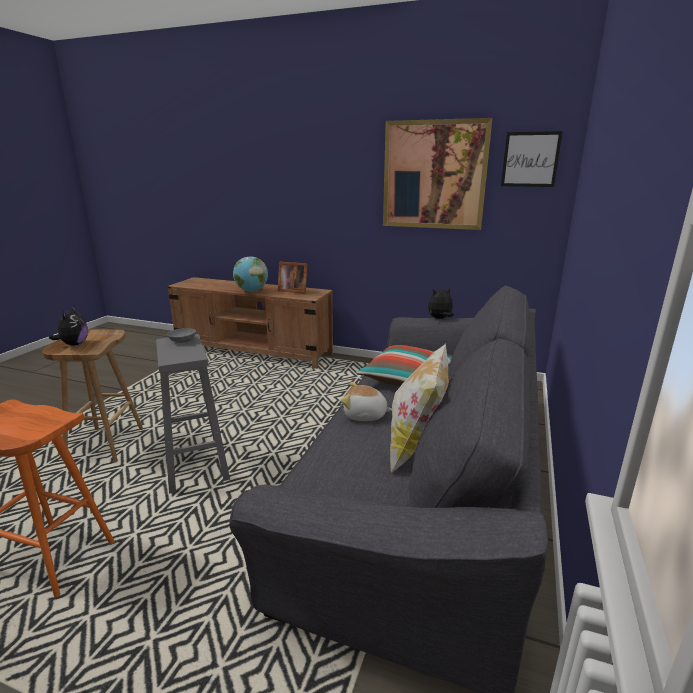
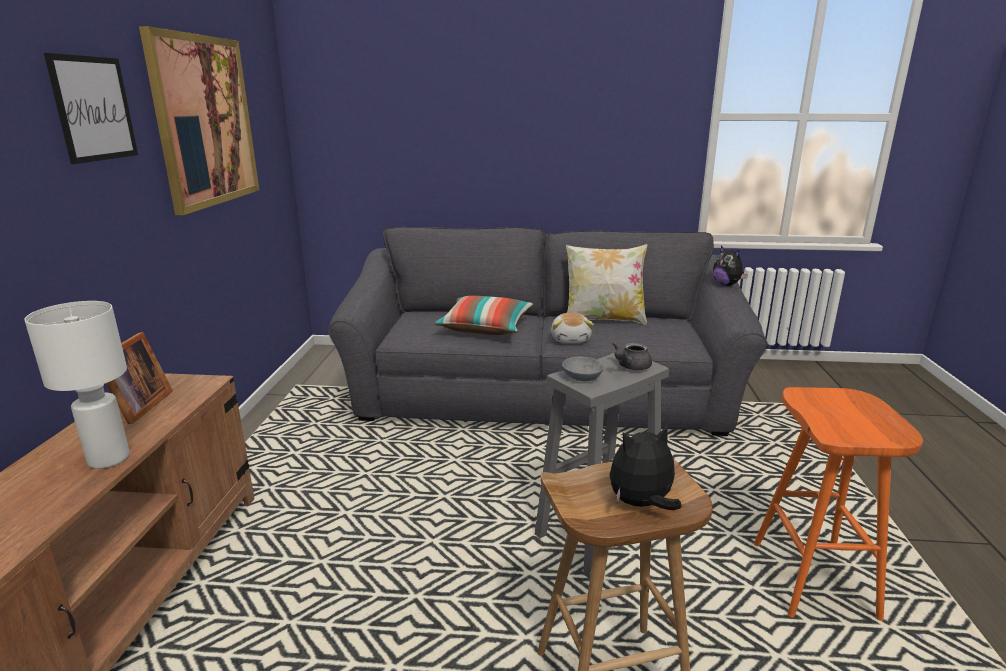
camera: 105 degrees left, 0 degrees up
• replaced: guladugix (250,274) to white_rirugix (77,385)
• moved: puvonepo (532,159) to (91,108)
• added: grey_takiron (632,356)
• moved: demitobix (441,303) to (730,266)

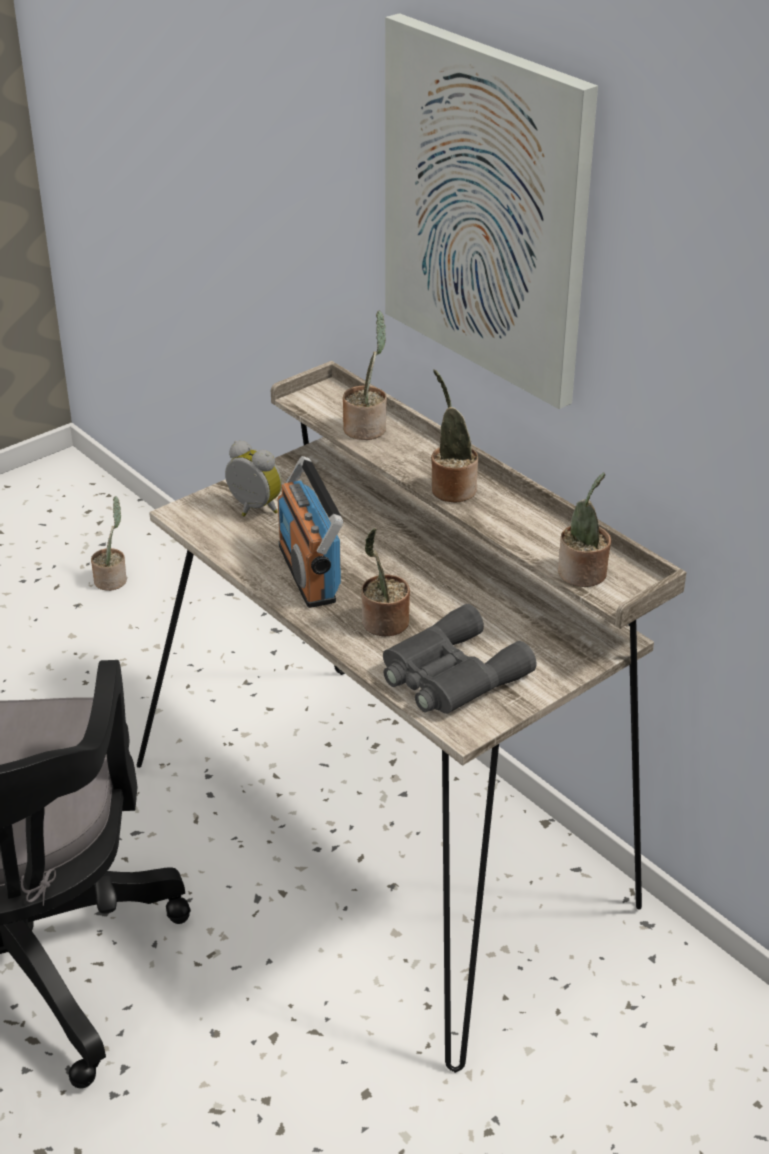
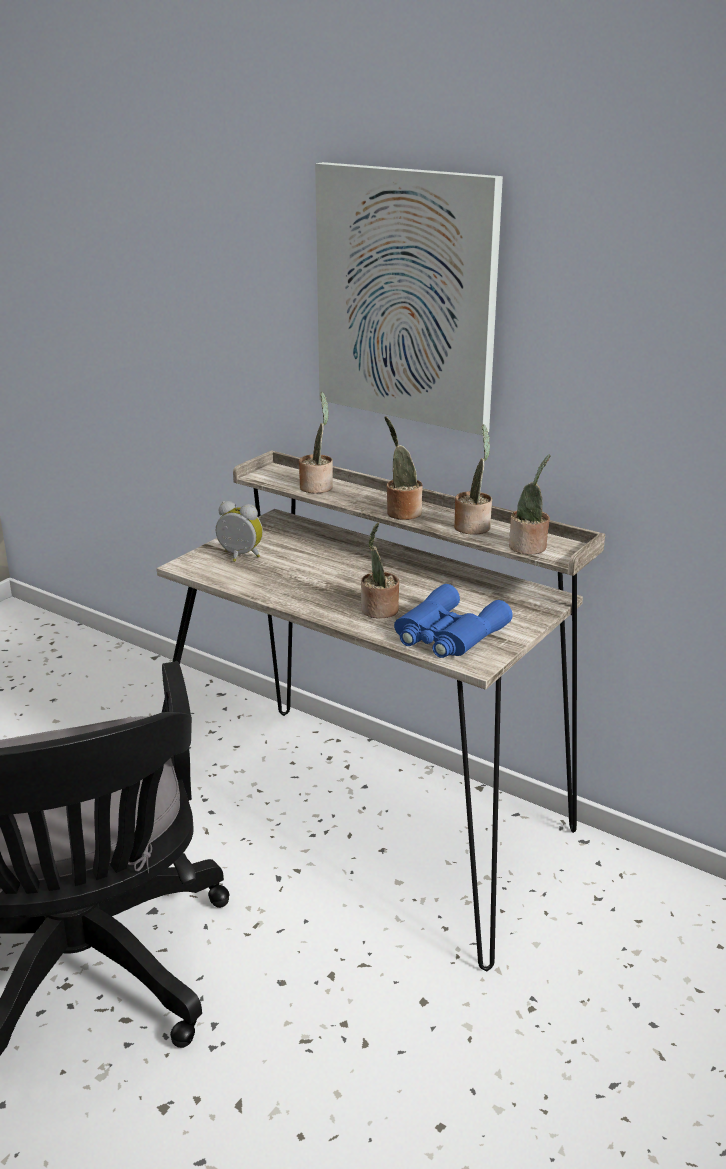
camera: 15 degrees left, 10 degrees down
• recoloured: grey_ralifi (459,659) to blue_ralifi (453,621)
• moved: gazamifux (109,543) to (473,479)
• removed: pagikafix (310,532)

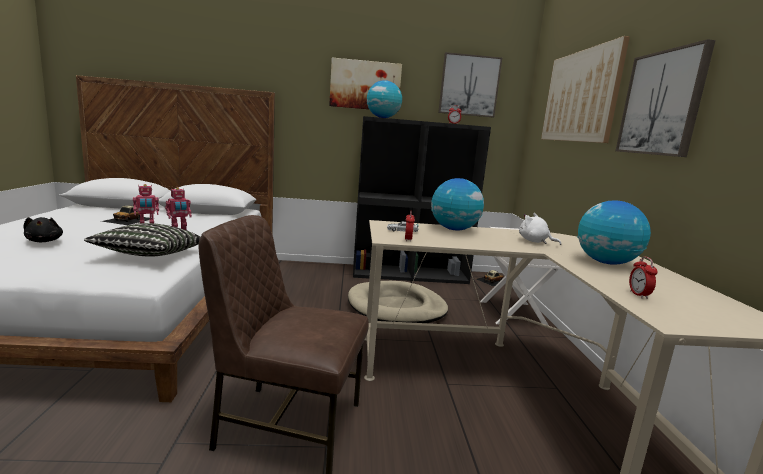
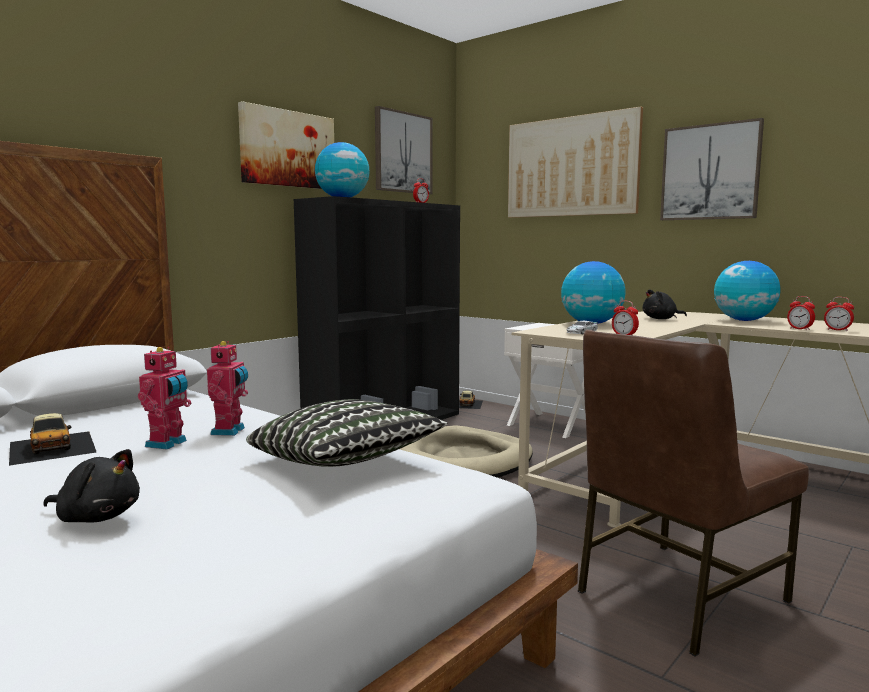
camera: 45 degrees left, 5 degrees down
• recoloured: white_demitobix (540,229) to black_demitobix (665,304)
• added: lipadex (801,313)

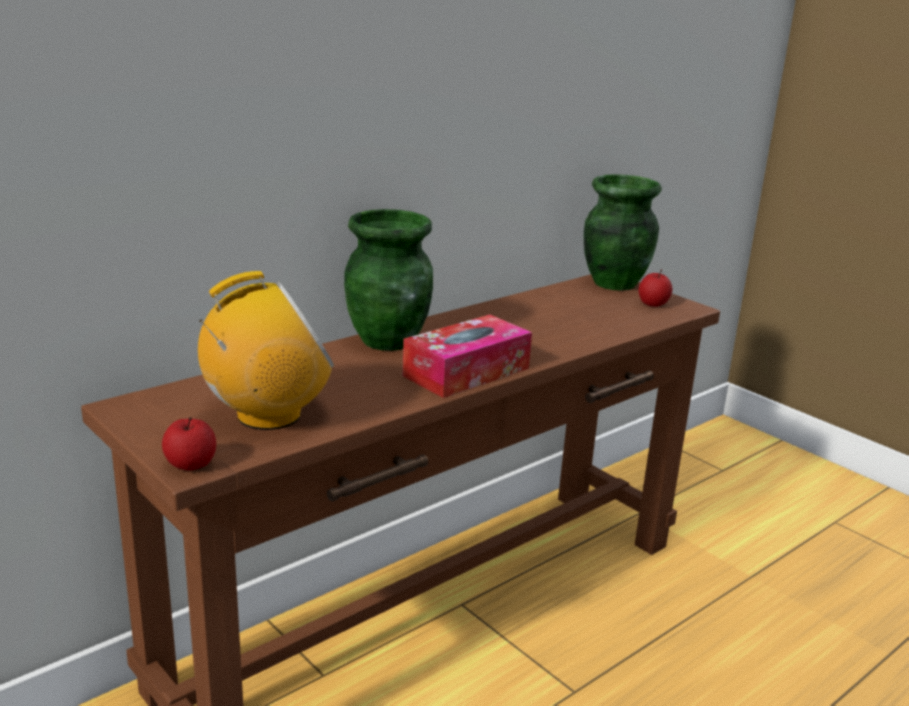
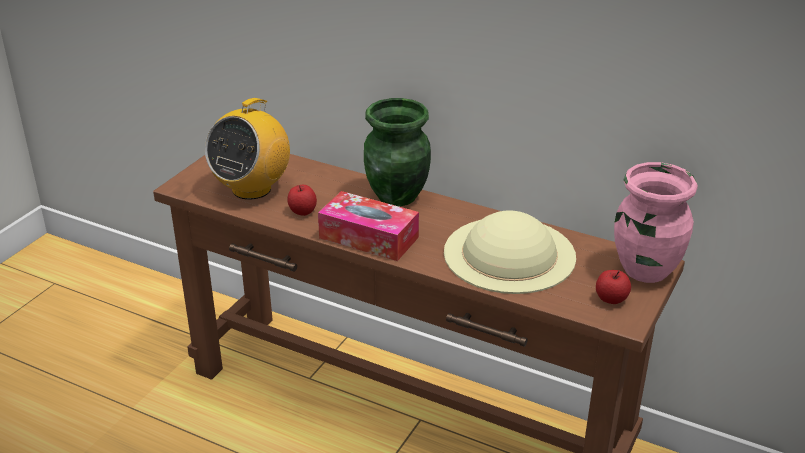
camera: 70 degrees right, 10 degrees up
• turned: pagikafix (266,350) = (247,149) 75 degrees clockwise
• moved: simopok (189,444) to (302,200)
• added: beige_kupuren (510,252)
• recoloured: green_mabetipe (623,232) to pink_mabetipe (656,222)

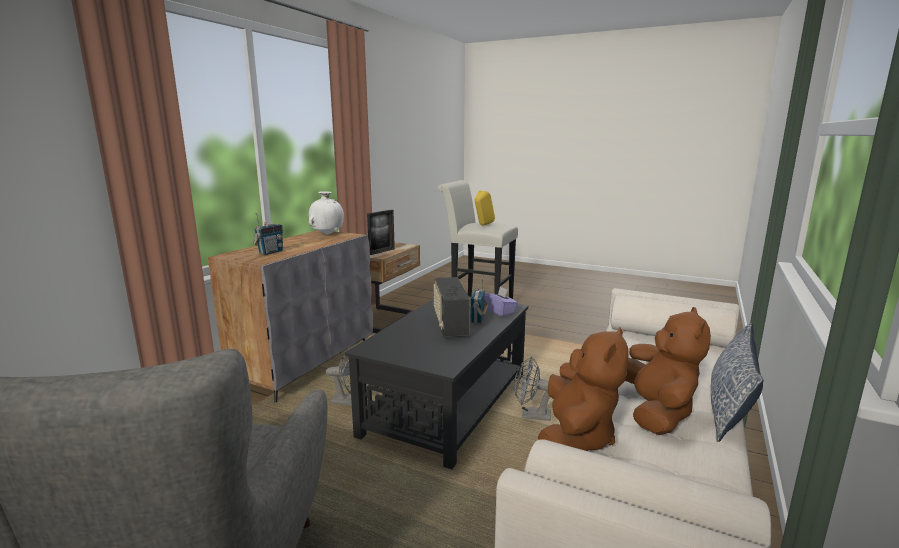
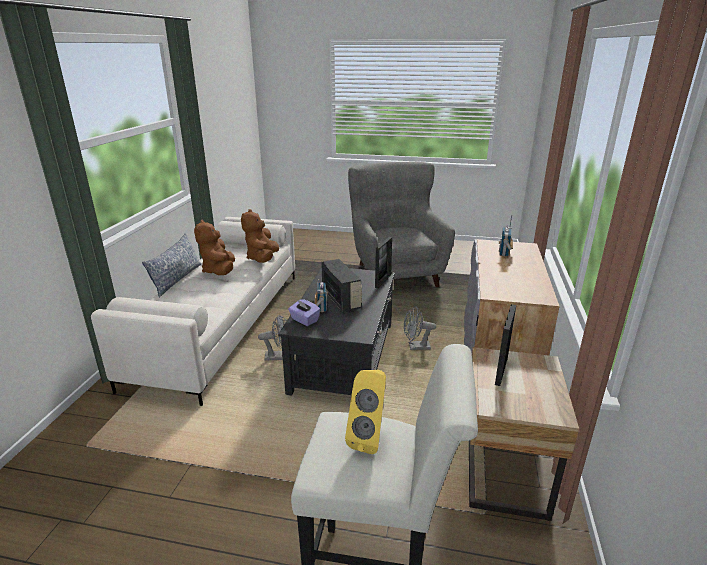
camera: 165 degrees right, 10 degrees up
• added: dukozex (383,263)
• removed: white_mabetipe (326,213)

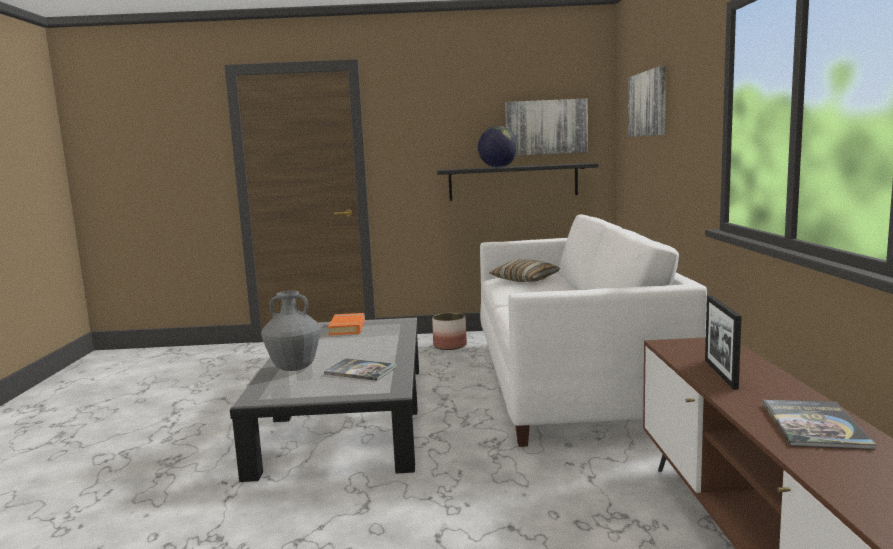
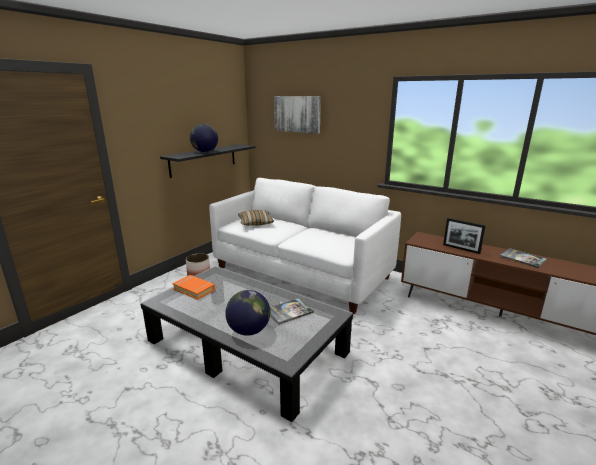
camera: 55 degrees left, 10 degrees up
• replaced: grey_mabetipe (291,331) to guladugix (247,313)
• removed: puvonepo (546,127)

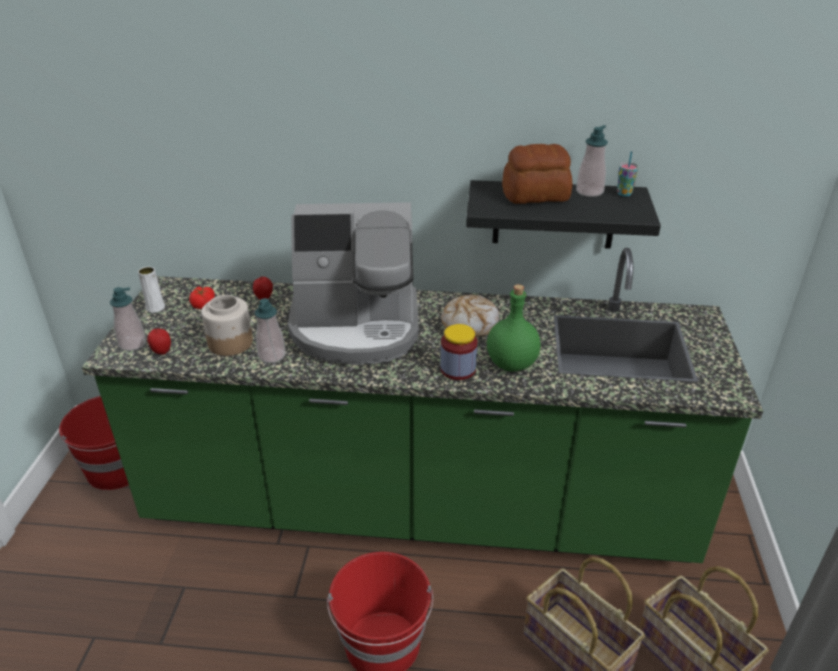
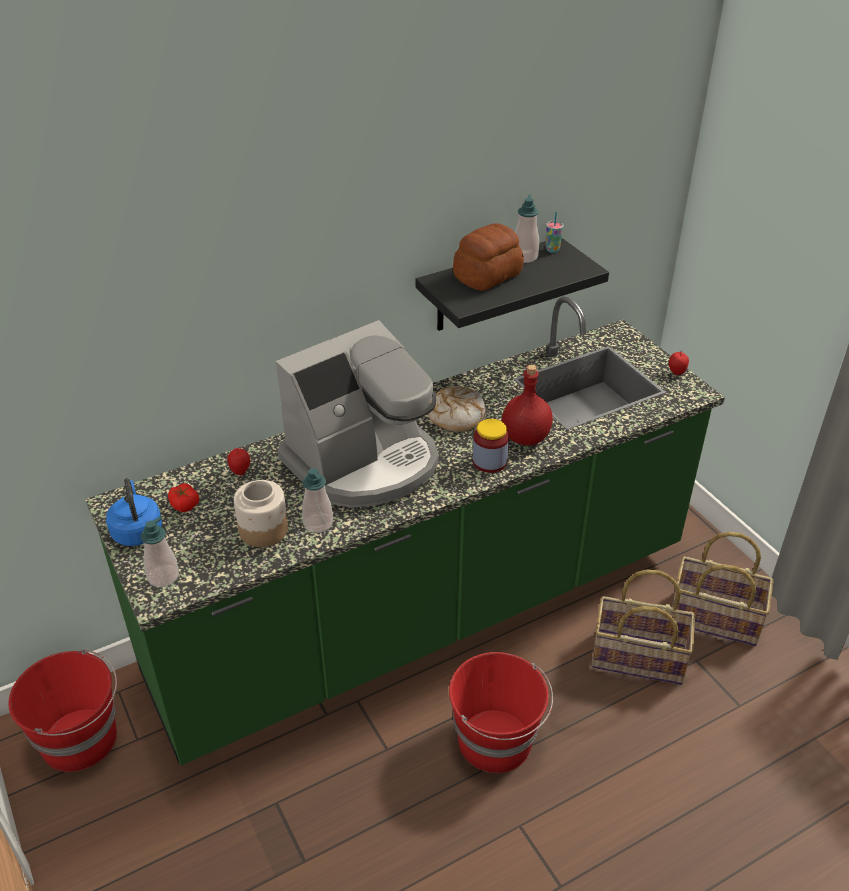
camera: 35 degrees left, 5 degrees up
• replaced: white_mabetipe (151,290) to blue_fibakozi (134,512)
• recoloured: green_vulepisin (514,328) to red_vulepisin (527,405)
• moved: simopok (159,340) to (679,362)

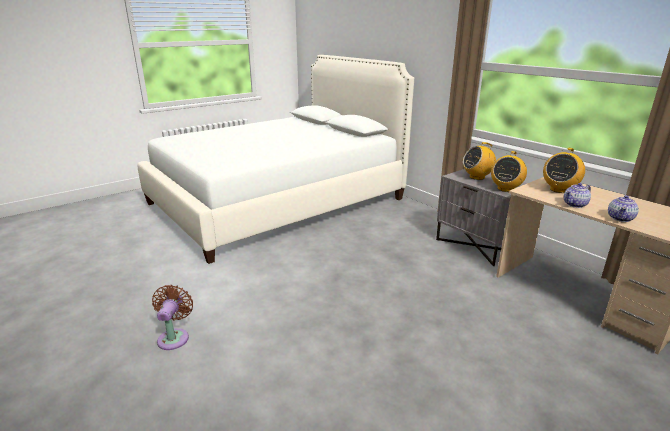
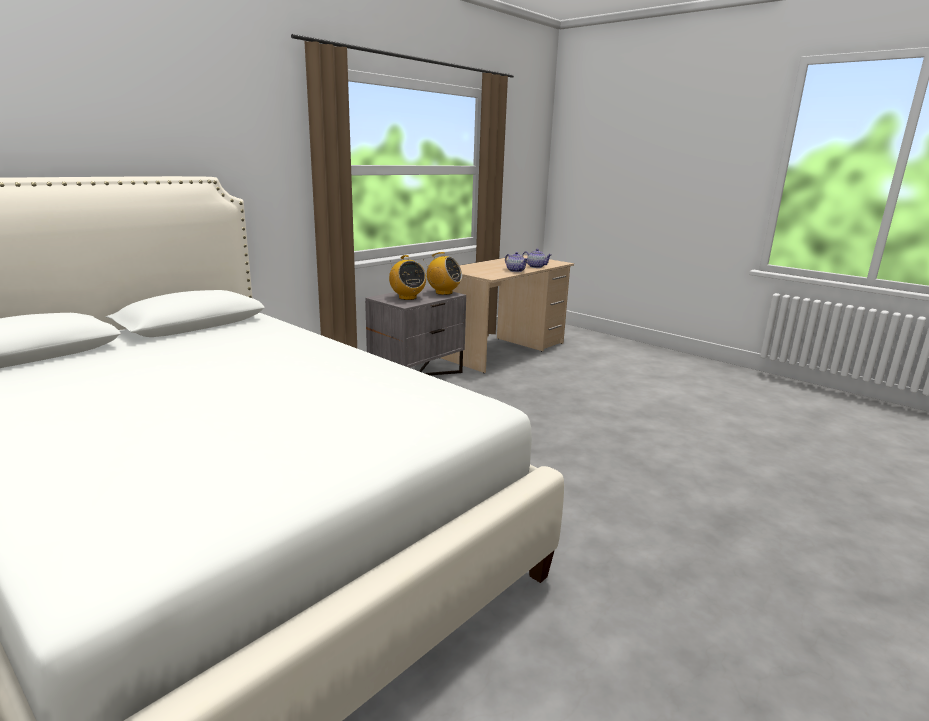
camera: 100 degrees left, 5 degrees down
• removed: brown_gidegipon (172,317)
• removed: pagikafix (564,170)

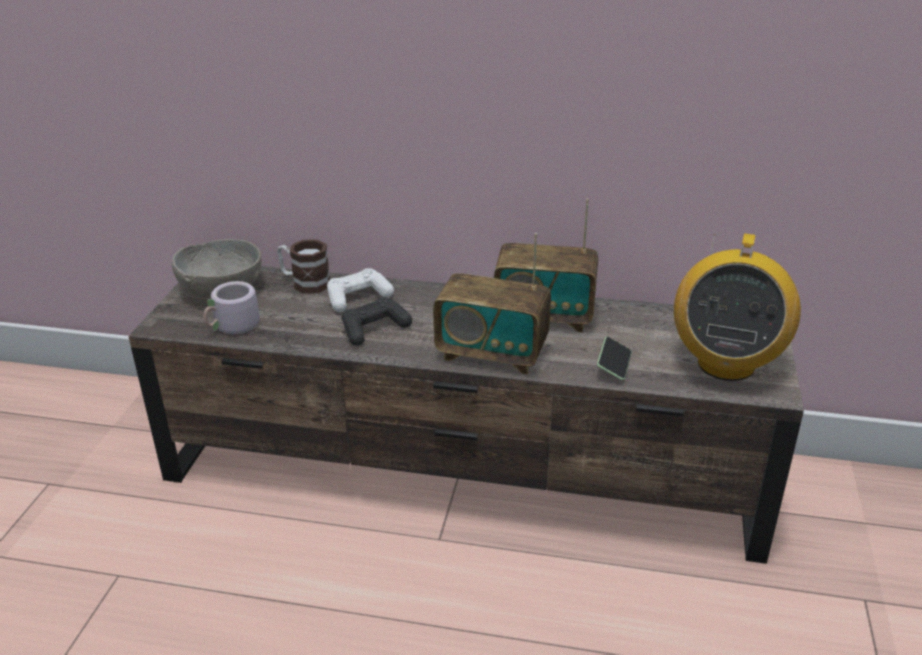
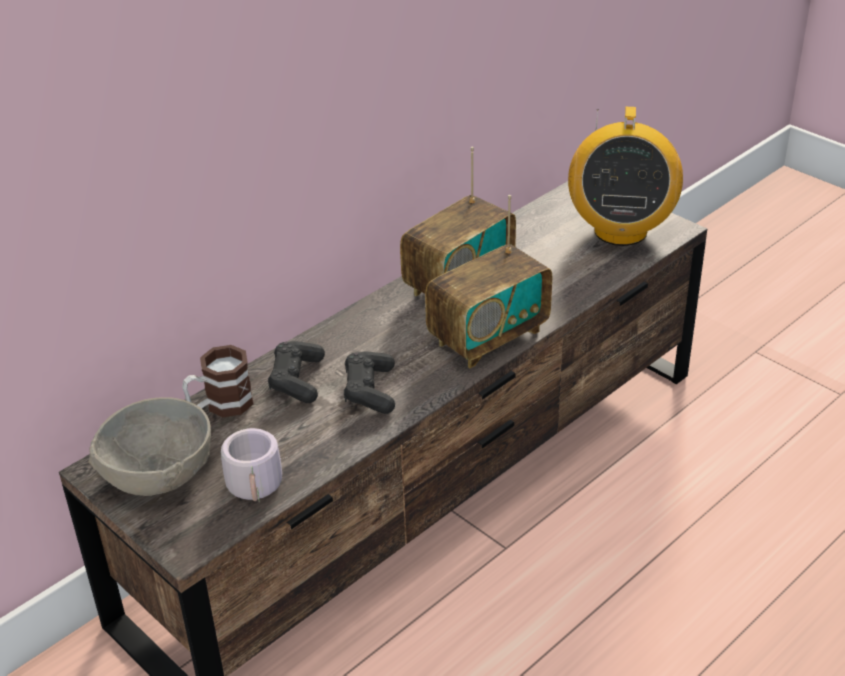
camera: 55 degrees left, 5 degrees up
• recoloured: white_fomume (360,290) to black_fomume (296,372)
• turned: pagikafix (737,307) = (625,176) 45 degrees clockwise
• removed: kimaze (614,358)

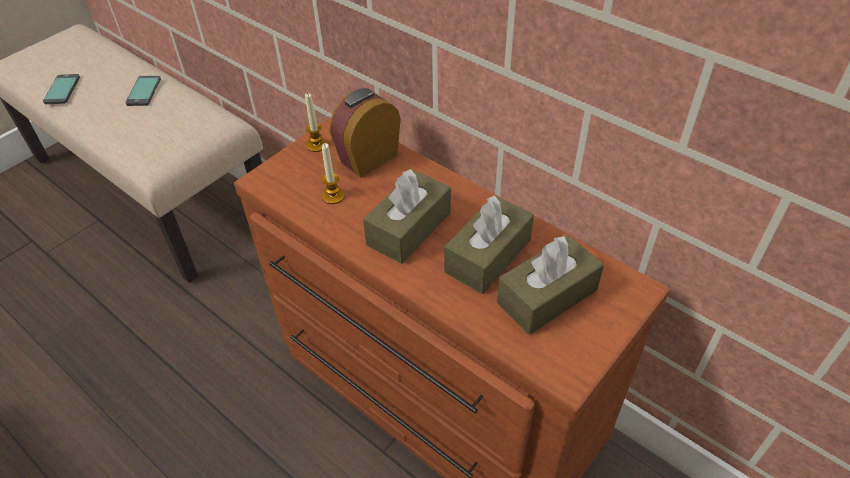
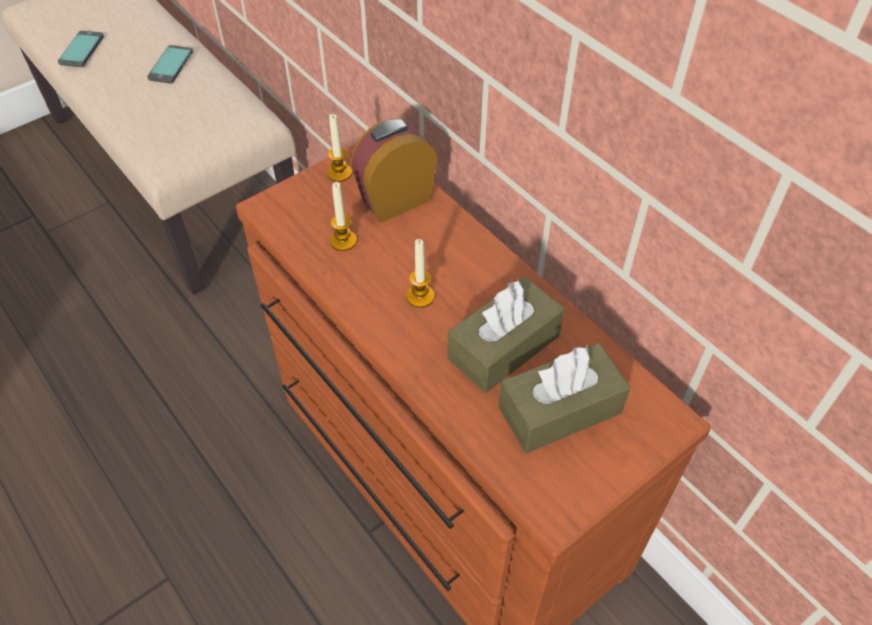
camera: 10 degrees right, 5 degrees up
• replaced: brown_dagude (407,216) to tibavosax (420,273)

